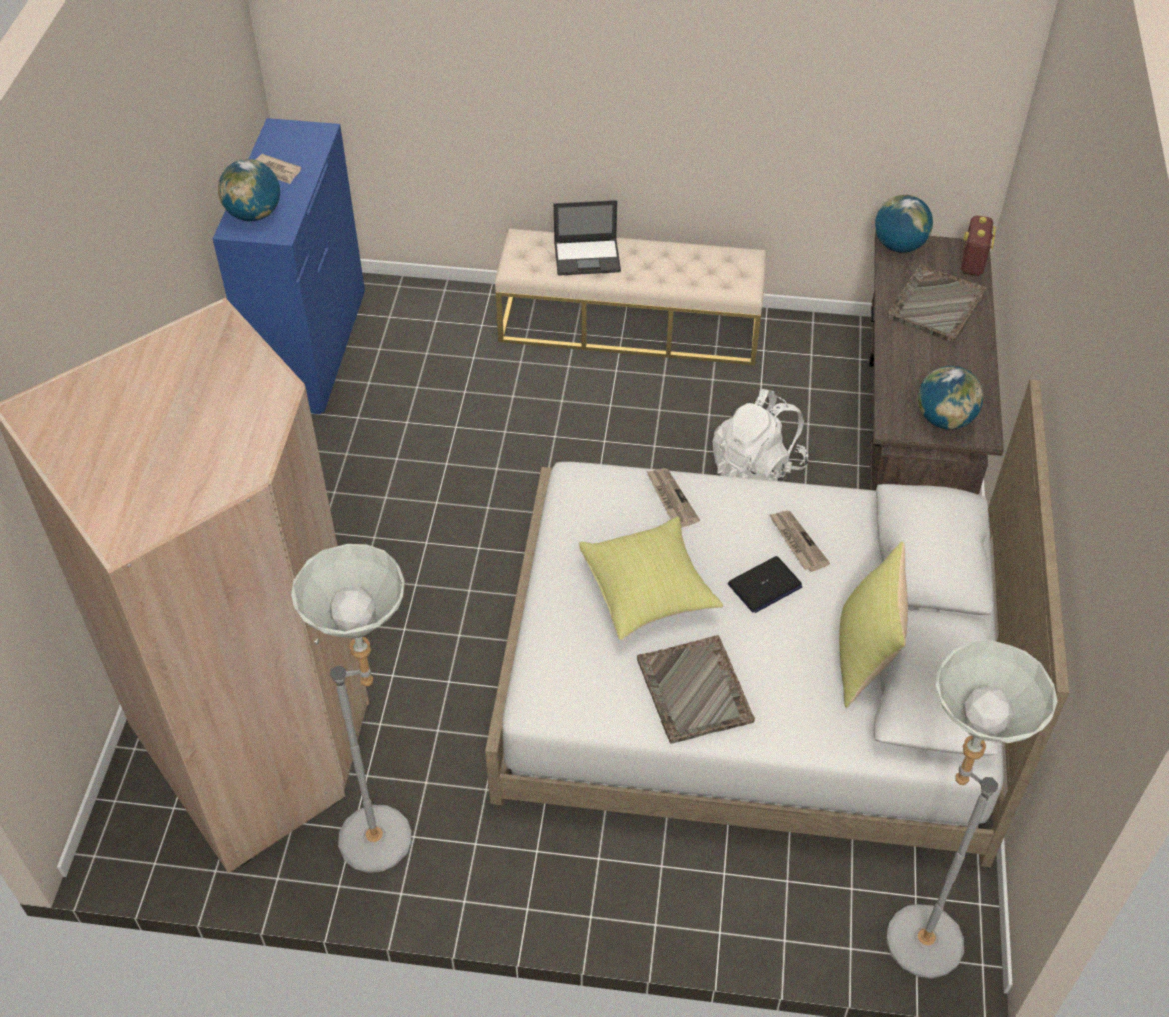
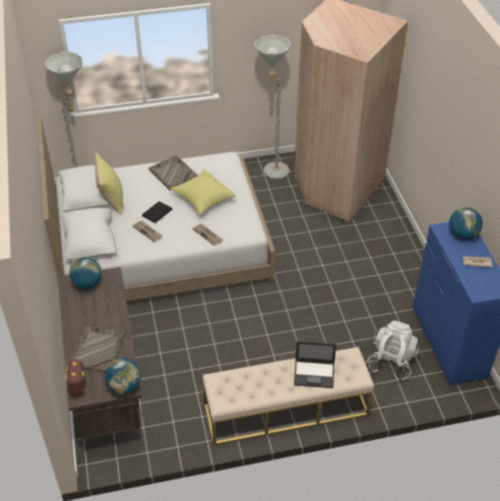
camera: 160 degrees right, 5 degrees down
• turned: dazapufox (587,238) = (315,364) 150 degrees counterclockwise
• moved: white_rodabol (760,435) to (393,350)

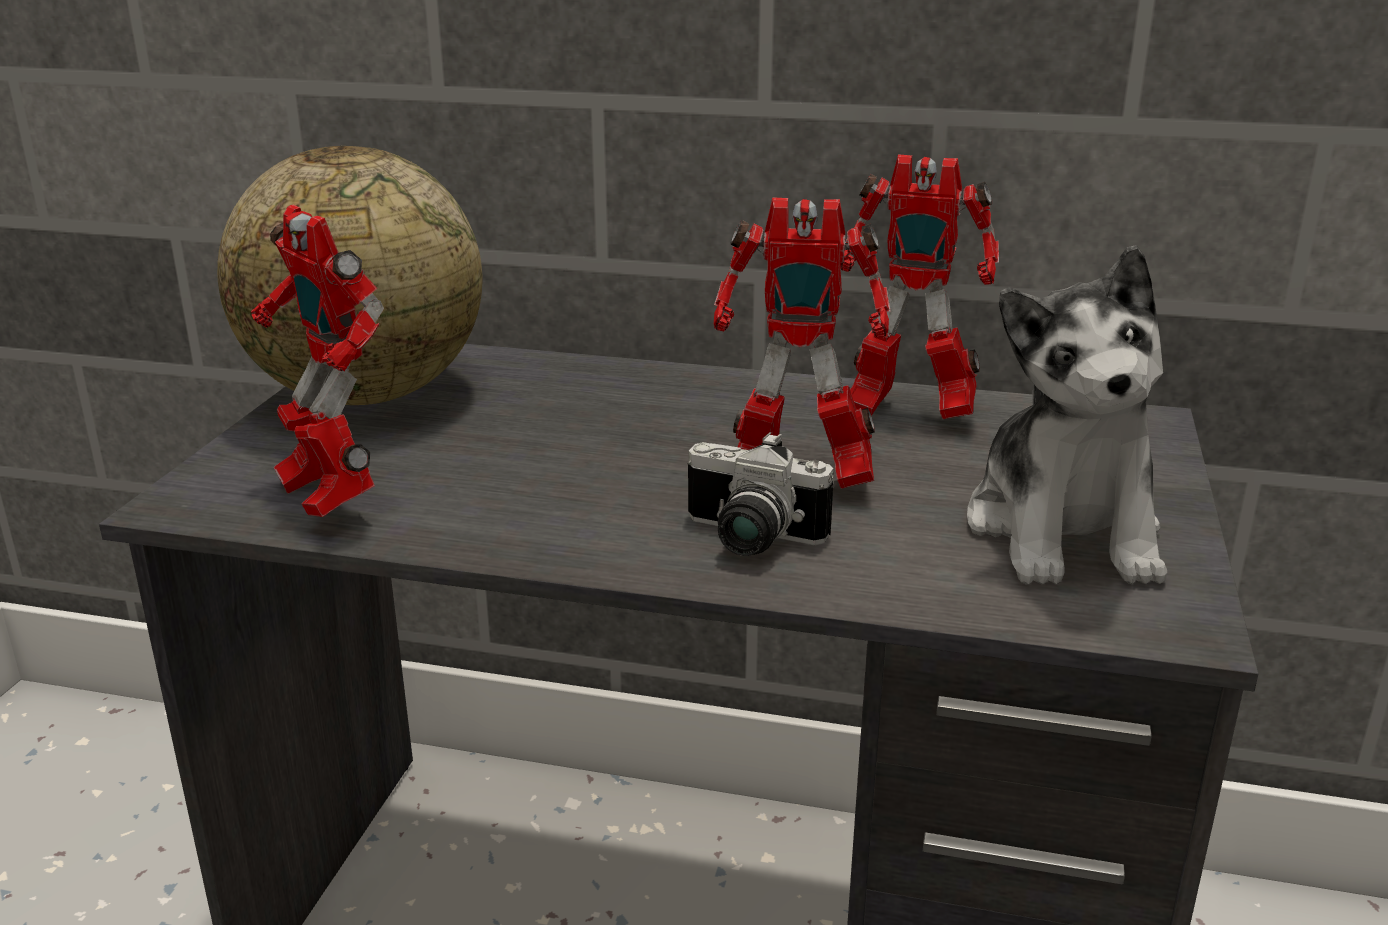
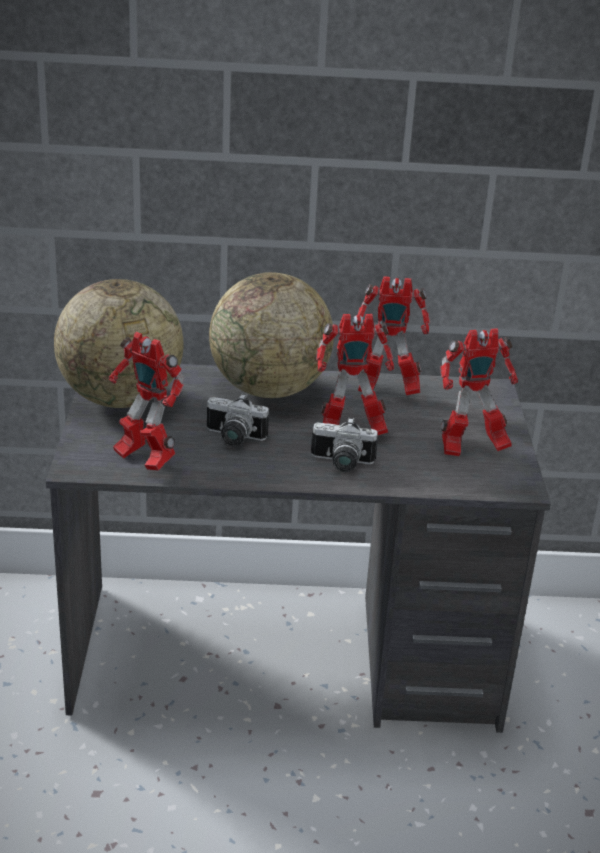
camera: 15 degrees left, 5 degrees up
• added: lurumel (238,420)
• added: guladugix (271,335)
• replaced: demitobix (1067,415) to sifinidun (479,392)

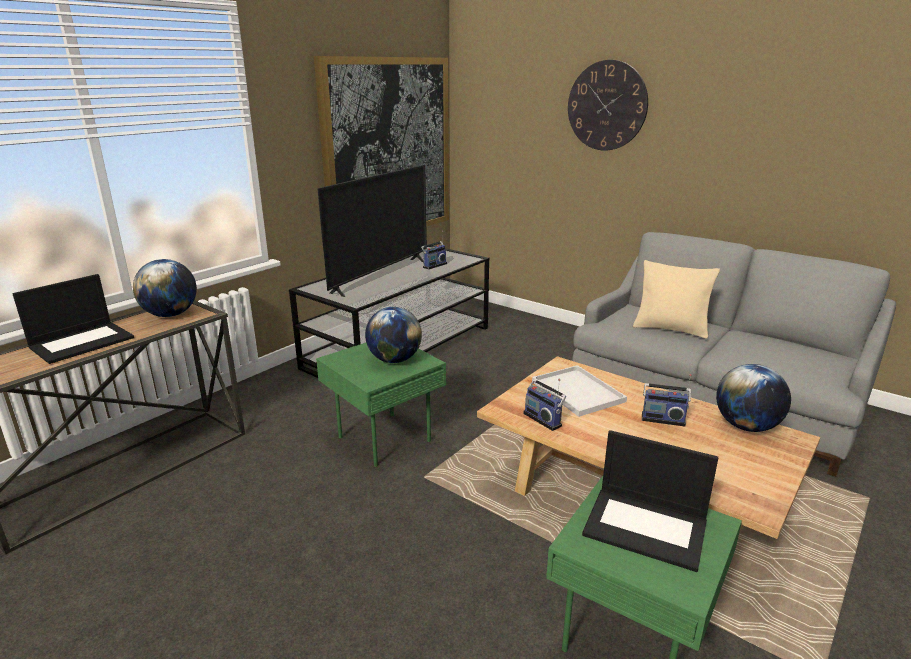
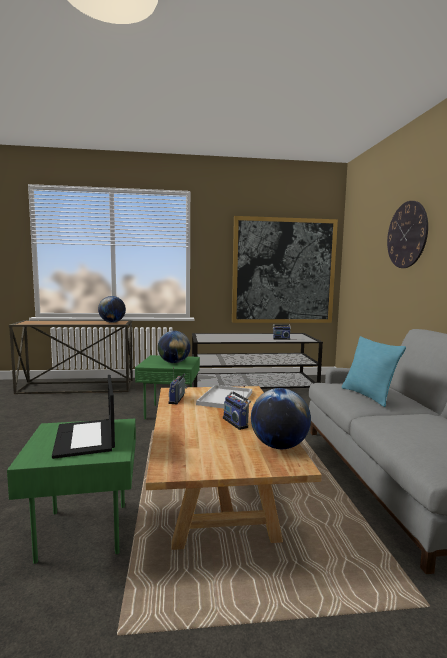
camera: 45 degrees right, 15 degrees down
• recoloured: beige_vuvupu (676,299) to turquoise_vuvupu (374,371)
• removed: dazapufox (73,319)
• removed: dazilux (372,231)

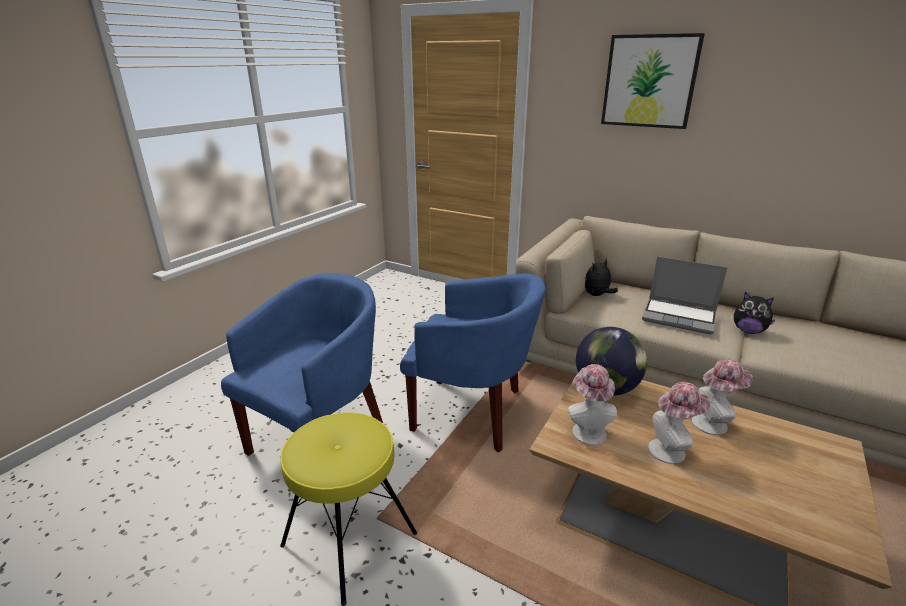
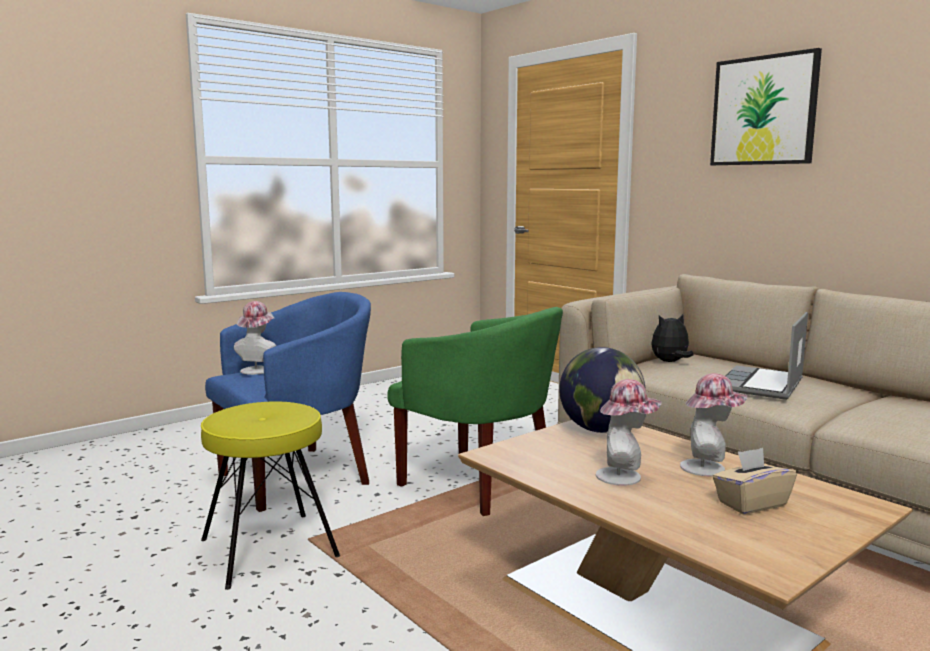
camera: 20 degrees right, 15 degrees down
• moved: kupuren (592,404) to (255,338)
• recoloured: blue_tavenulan (473,363) to green_tavenulan (475,411)
• added: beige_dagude (754,481)
• turned: dazapufox (684,295) = (766,356) 75 degrees clockwise
• removed: demitobix (754,313)

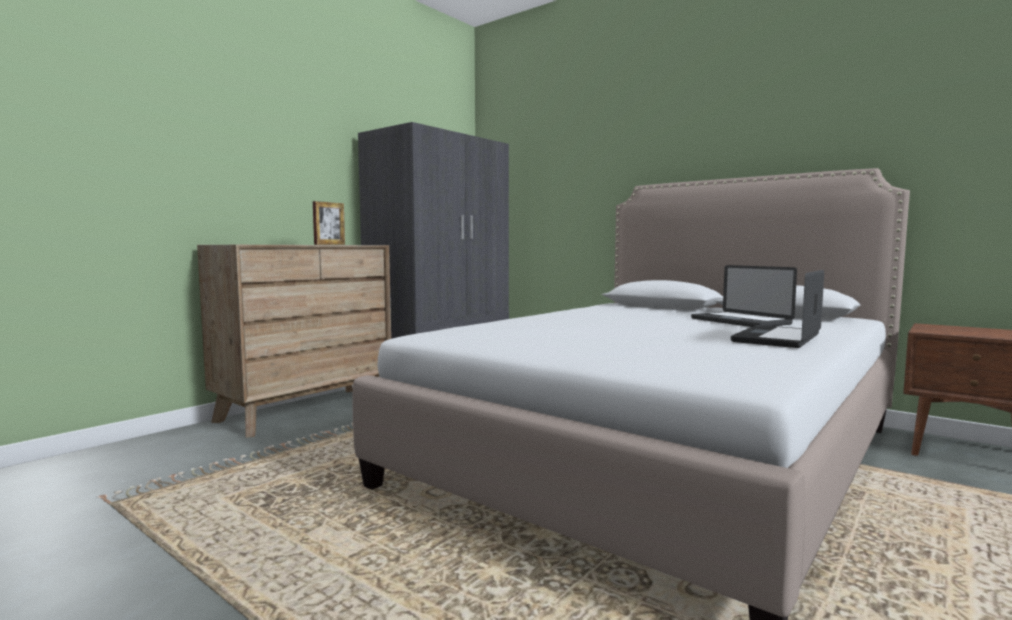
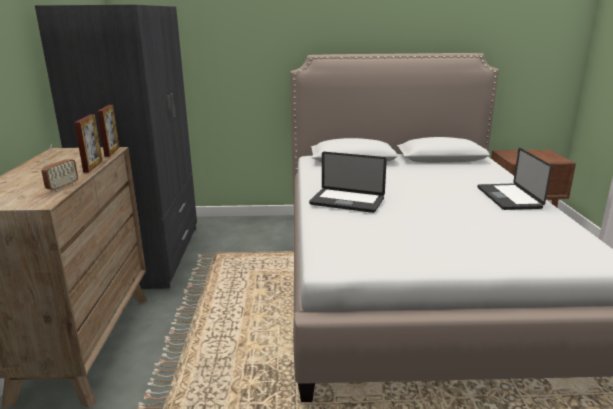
camera: 40 degrees left, 15 degrees up
• added: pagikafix (59,167)
• added: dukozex (108,131)
• moved: dazapufox (744,296) to (348,182)

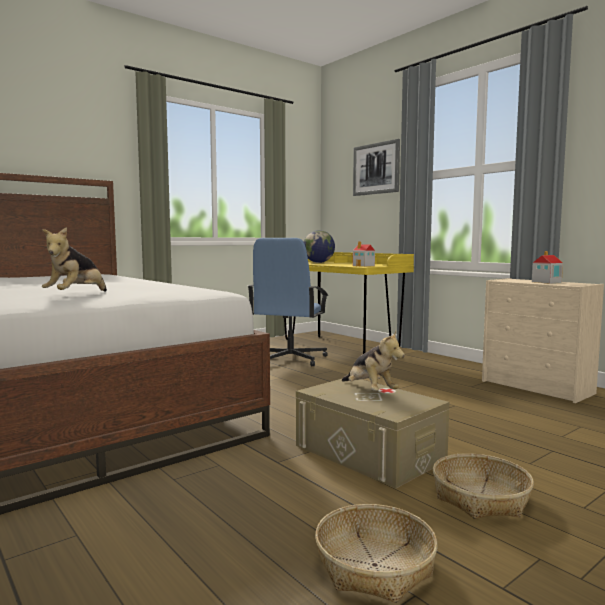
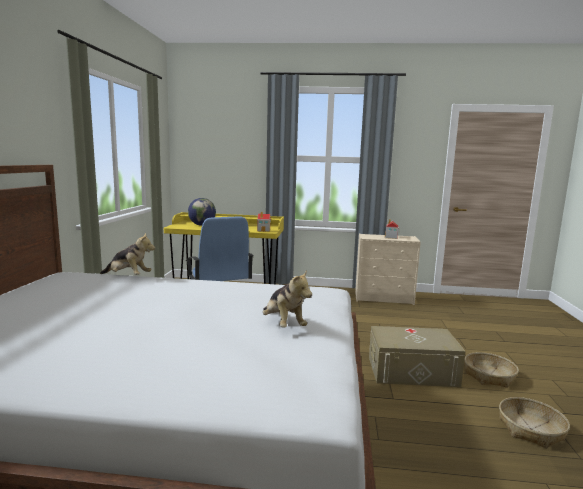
camera: 45 degrees left, 5 degrees up
• moved: demitobix (373,361) to (127,253)
• removed: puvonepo (376,167)

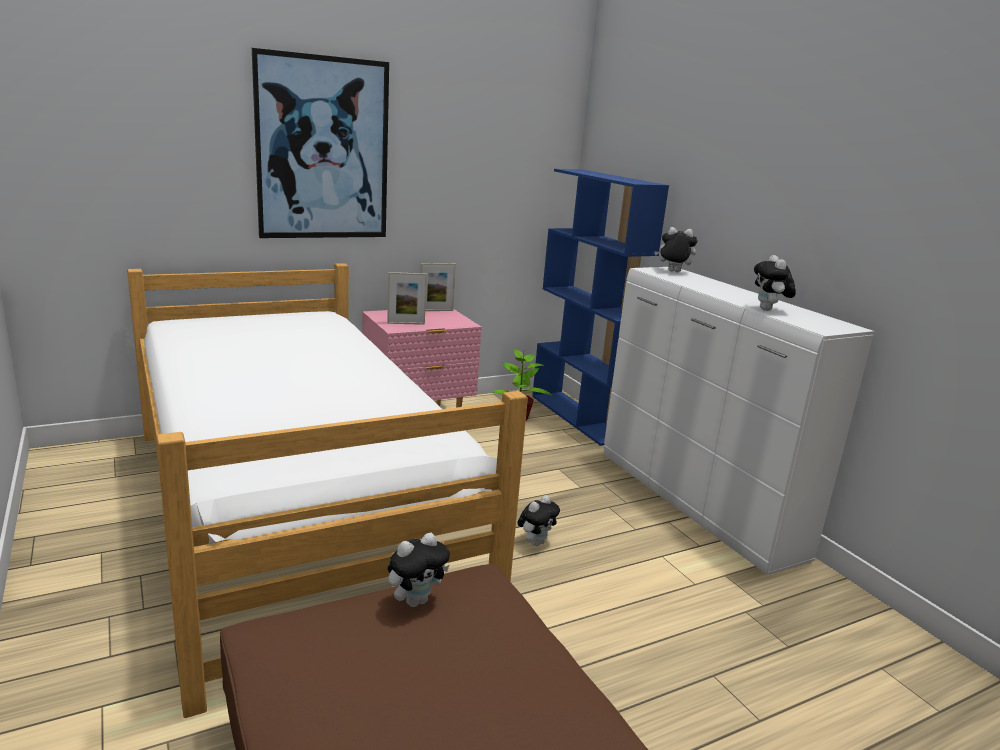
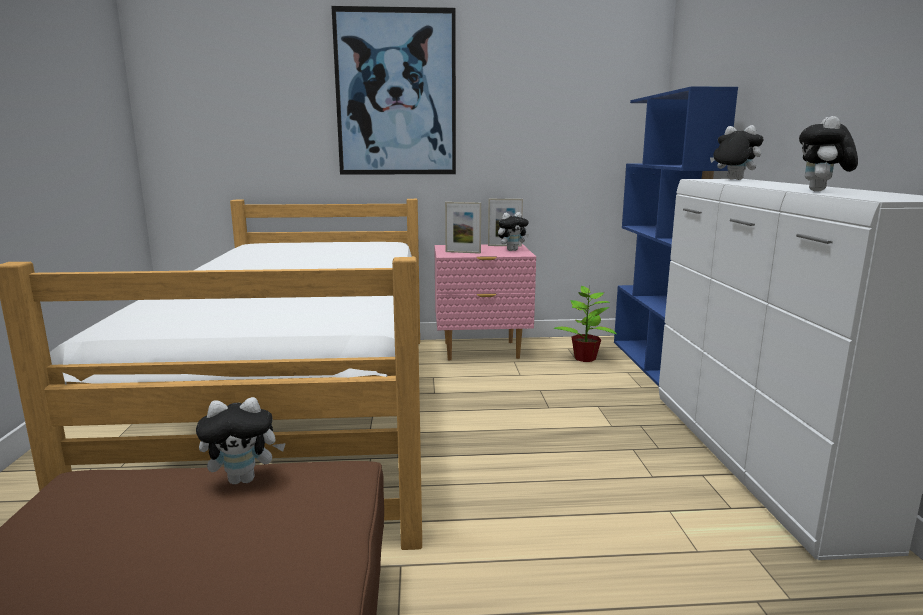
camera: 25 degrees right, 5 degrees down
• moved: demitobix (538,520) to (513,231)

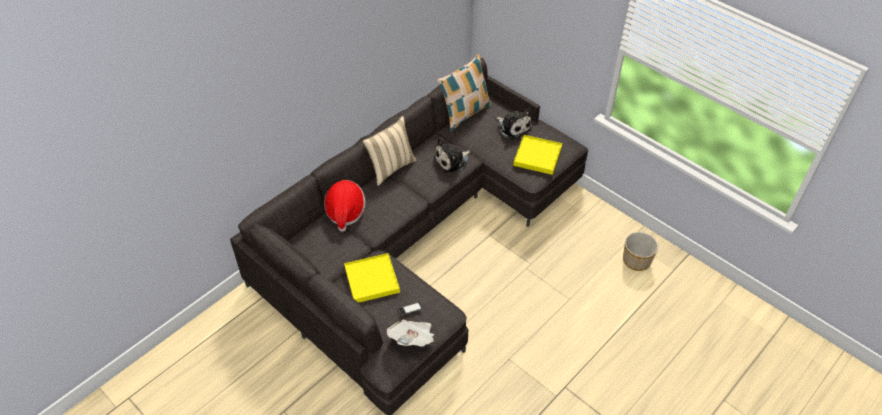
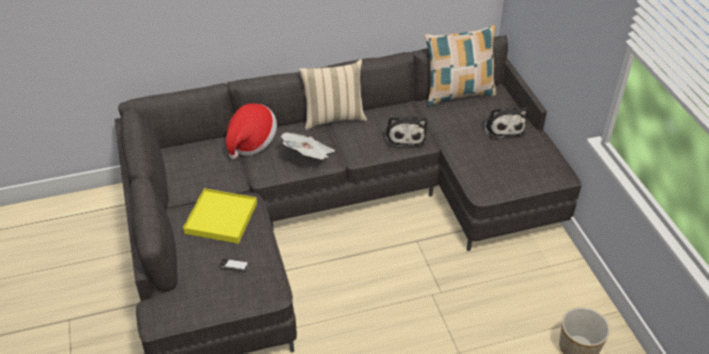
camera: 30 degrees right, 5 degrees down
• moved: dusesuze (410,333) to (308,146)
• turned: demitobix (451,155) = (406,131) 90 degrees counterclockwise
• removed: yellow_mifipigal (537,155)

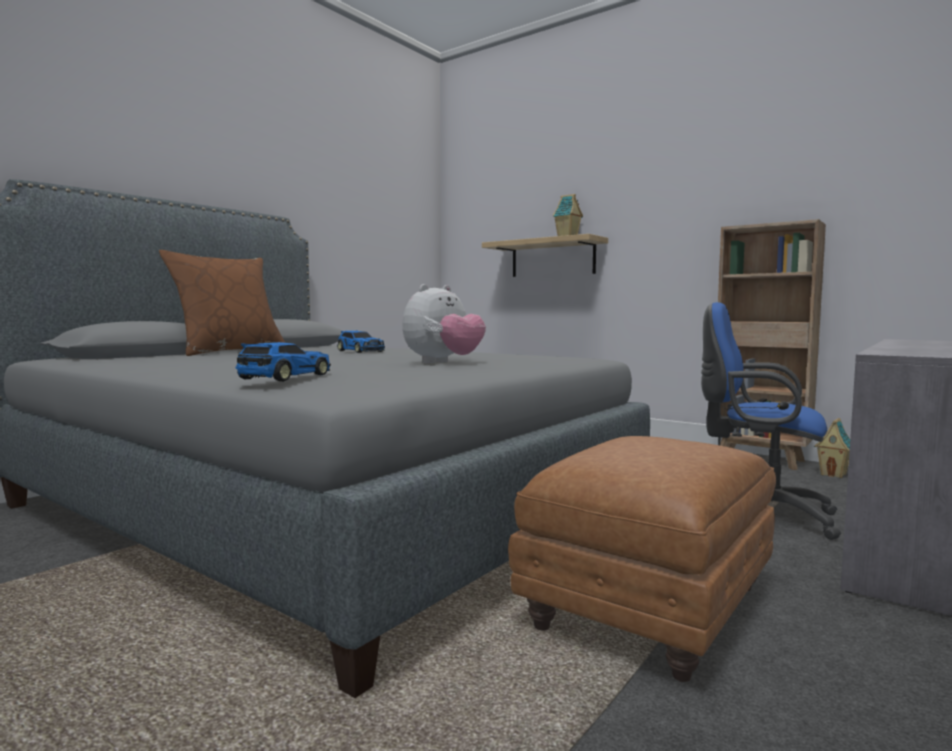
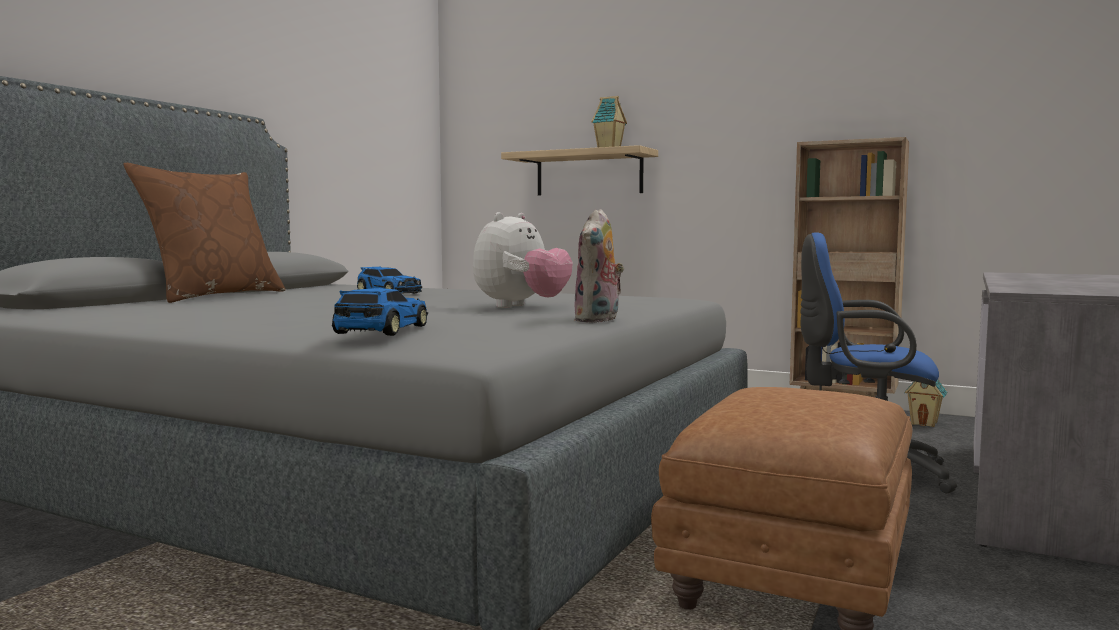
camera: 10 degrees left, 0 degrees up
• added: demitobix (599,266)

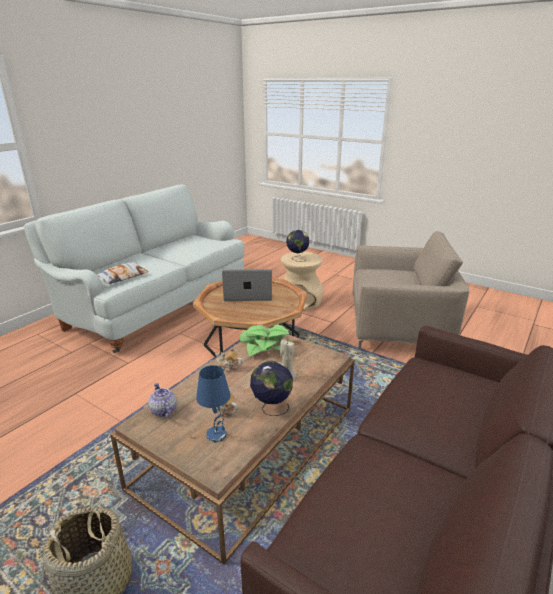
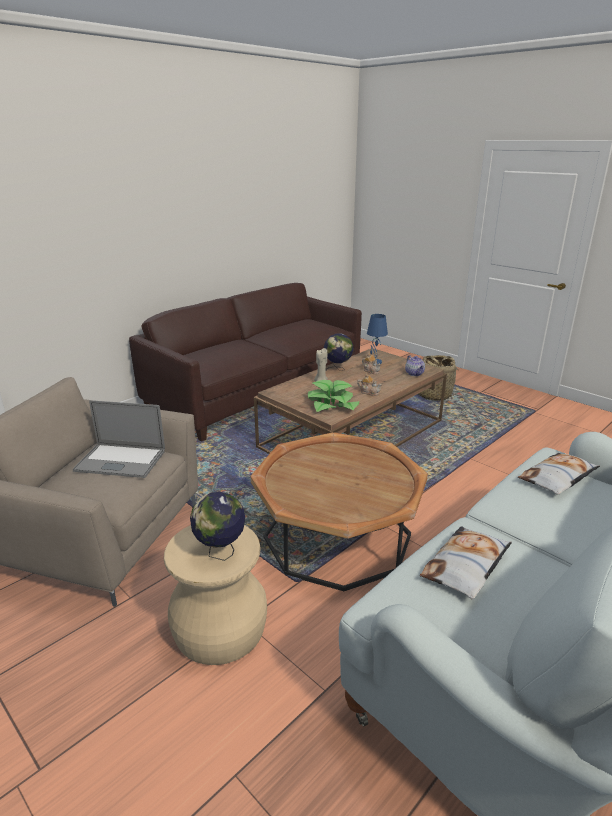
camera: 170 degrees left, 0 degrees up
• moved: dazapufox (247,285) to (118,439)
• added: vuvupu (466,562)

